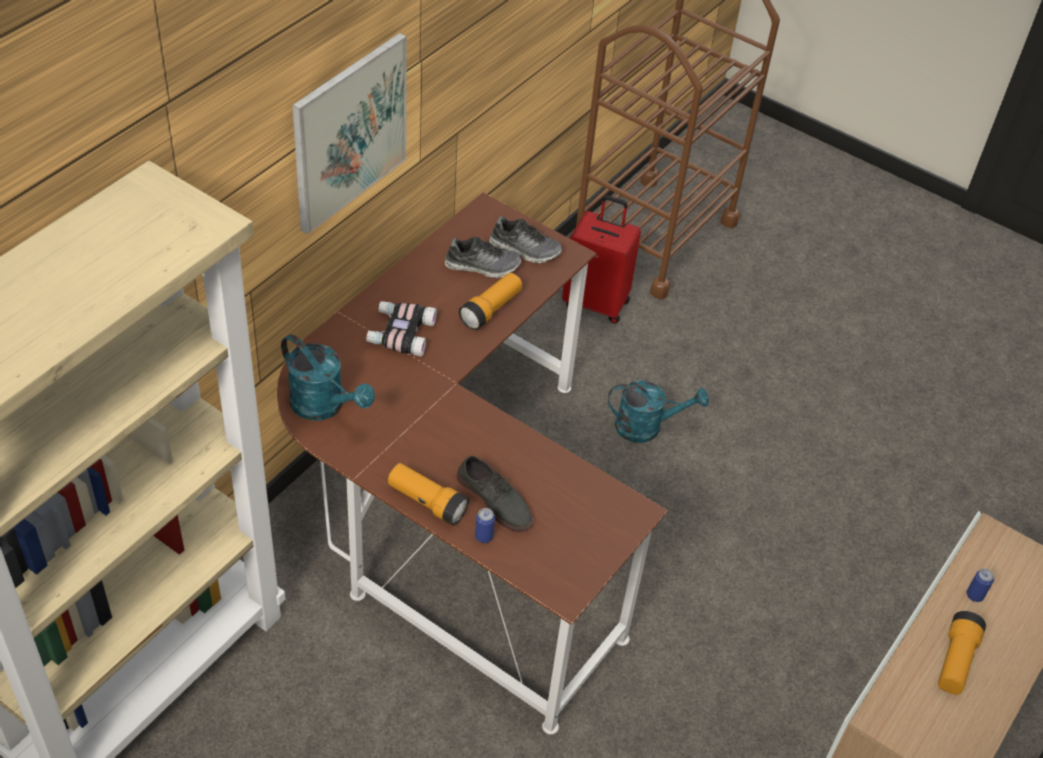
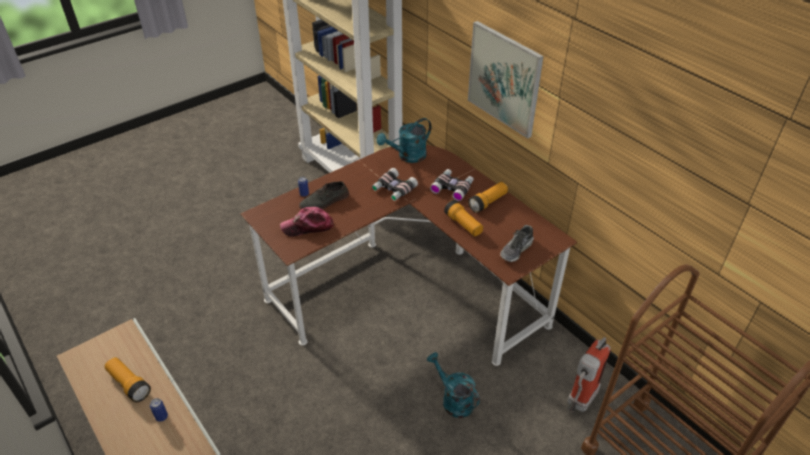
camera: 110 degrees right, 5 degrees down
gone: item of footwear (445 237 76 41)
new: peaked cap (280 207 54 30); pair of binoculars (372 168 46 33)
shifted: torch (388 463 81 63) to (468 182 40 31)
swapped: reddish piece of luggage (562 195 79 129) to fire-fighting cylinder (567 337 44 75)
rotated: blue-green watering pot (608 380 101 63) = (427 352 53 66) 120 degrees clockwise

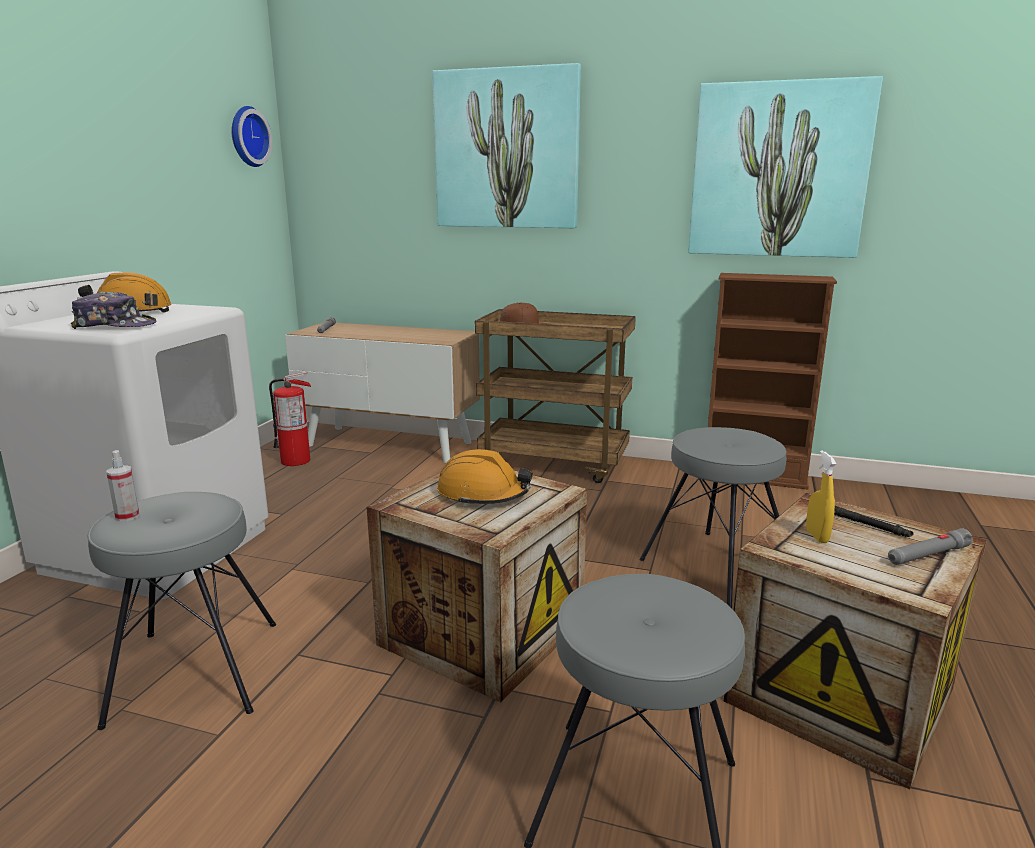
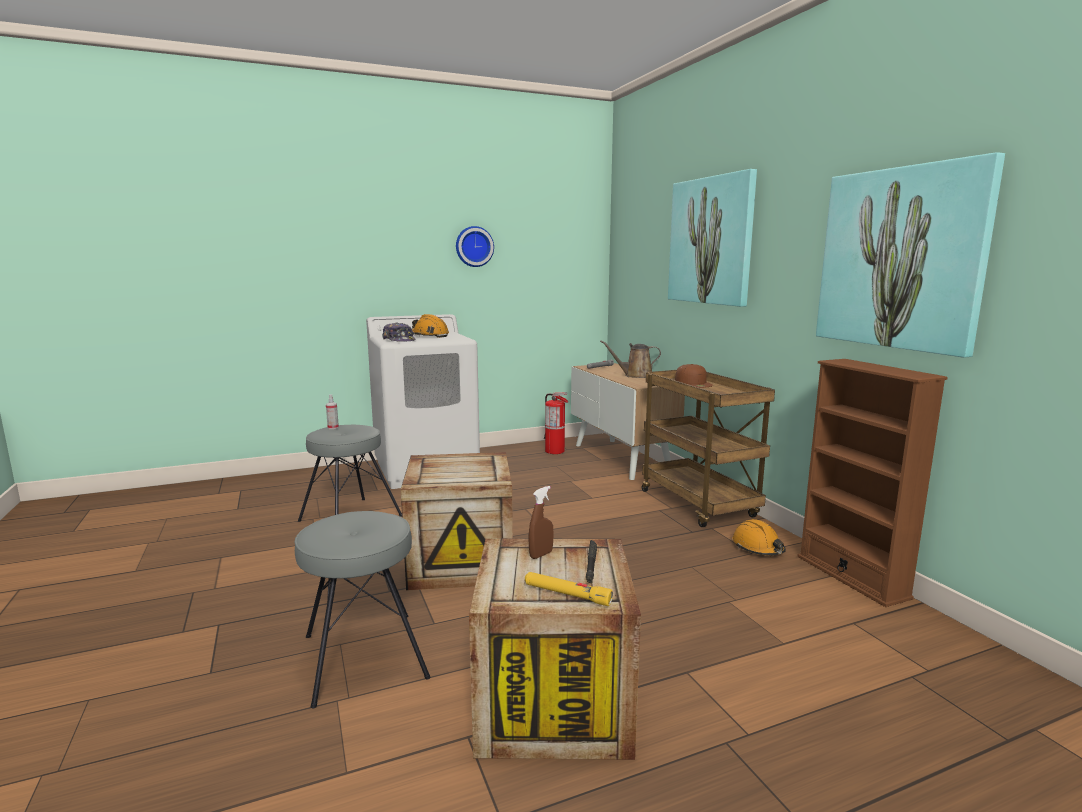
camera: 50 degrees right, 5 degrees down
gone: greyish stool seat (640 427 147 182)
new: brown-coloured watering pot (600 340 61 38)
shifted: clock on the wall (231 106 41 61) to (456 226 38 41); orange-coloured hard hat (437 449 96 57) to (732 519 54 36)
repainted: greyish torch (888 528 85 37) to yellow torch (525 572 88 34); yellow sprayer (806 451 30 92) to brown-coloured sprayer (528 486 26 73)

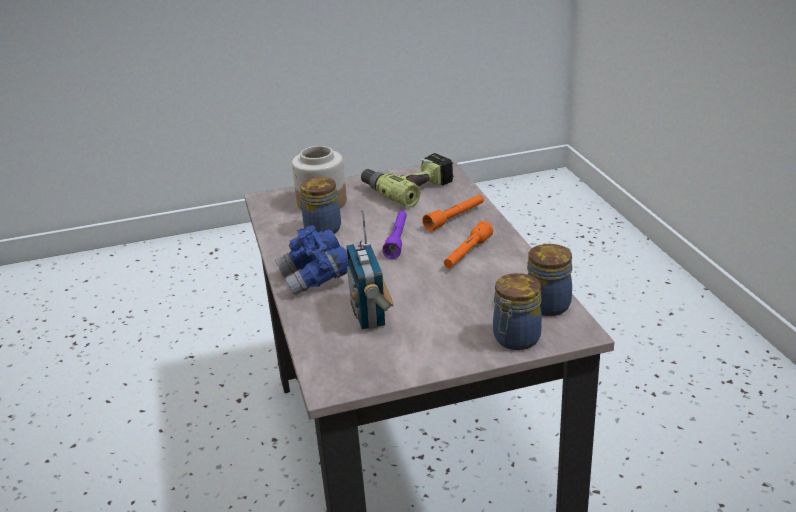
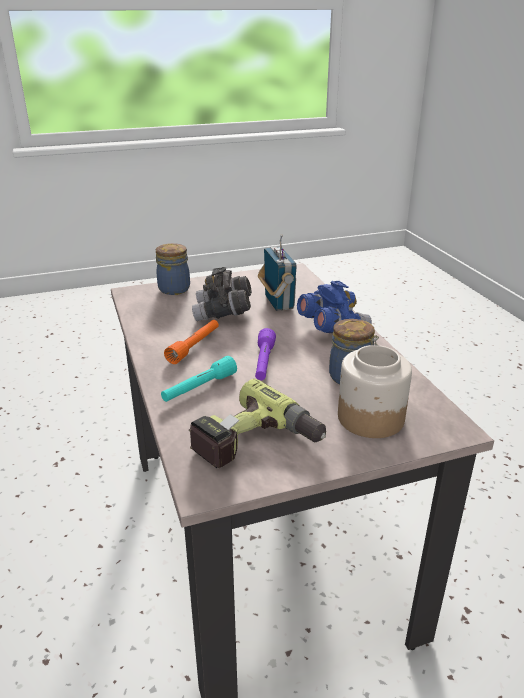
camera: 175 degrees right, 0 degrees up
gone: preserve jar (527 244 45 72)
new: greyish pair of binoculars (192 267 60 54)
repainted: orange-coloured torch (423 195 61 36) to blue-green torch (161 356 76 46)

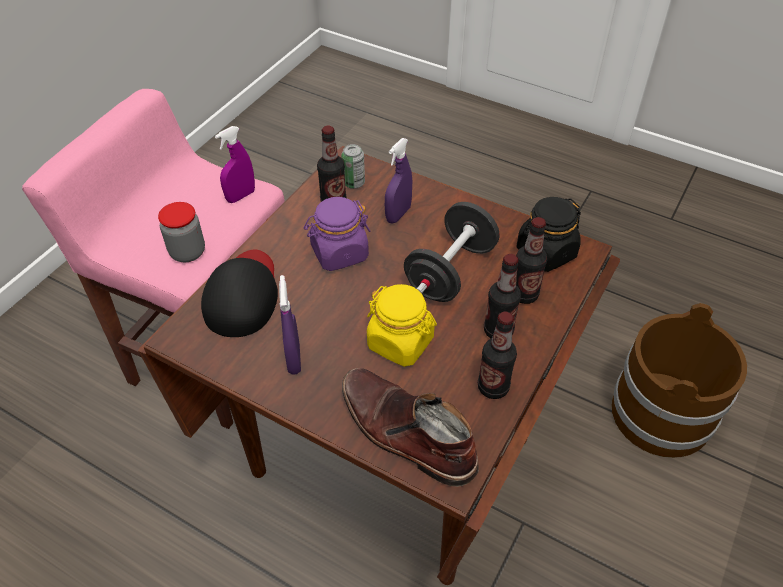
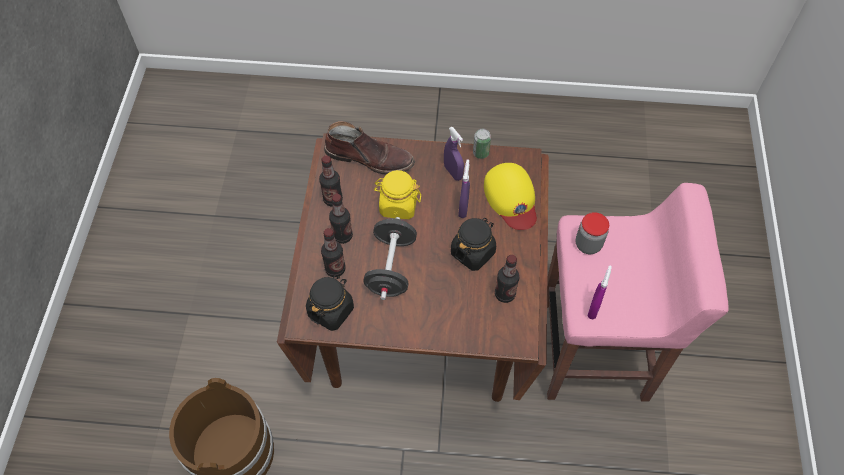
camera: 155 degrees right, 10 degrees up
shifted: purplish sprayer (385 138 27 85) to (458 159 12 59); sealed can (341 144 24 45) to (473 129 18 30)
repainted: purplish preserve jar (304 197 67 74) to black-coloured preserve jar (451 218 45 53); black-coloured peaked cap (201 250 77 87) to yellow peaked cap (484 163 53 67)

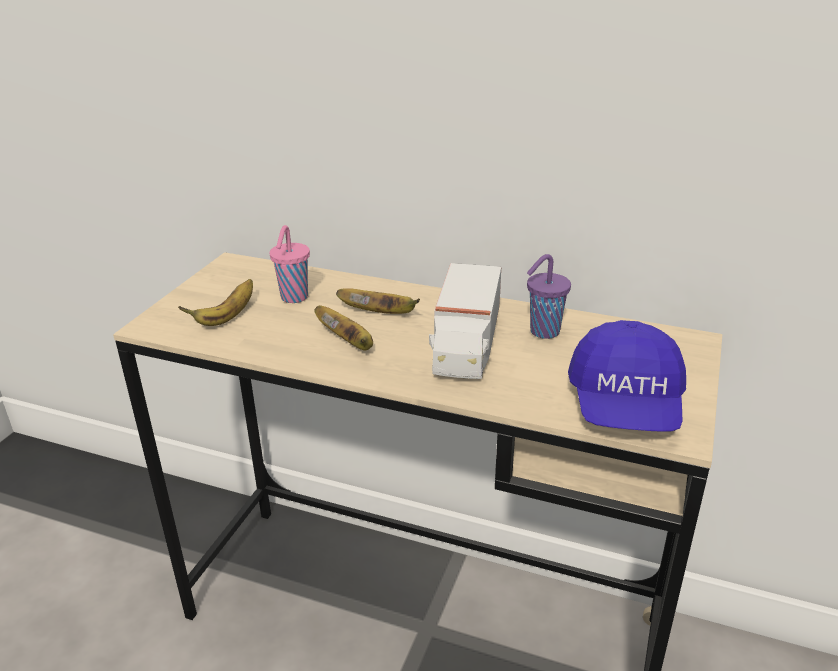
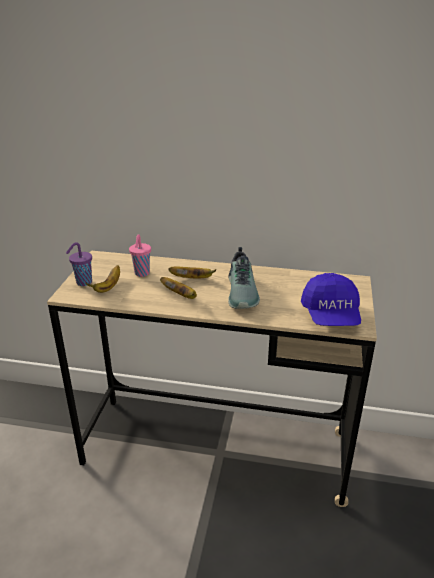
camera: 10 degrees left, 0 degrees up
shifted: purplish cup (527 254 44 85) to (66 242 26 44)
swapped: model truck (429 263 72 116) to item of footwear (228 247 32 62)

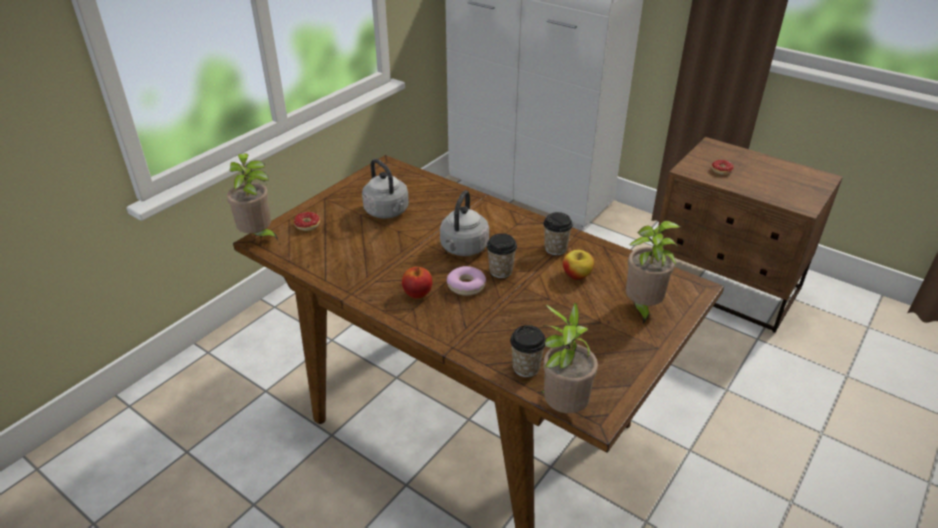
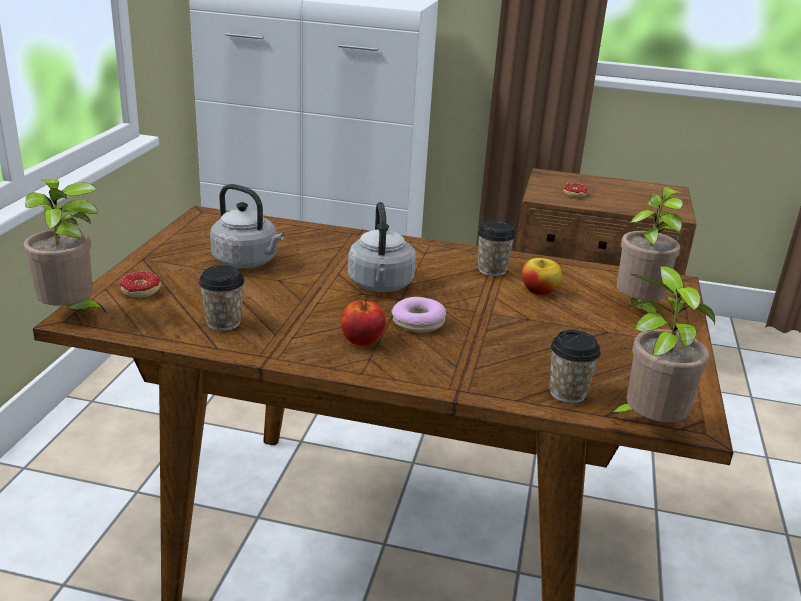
camera: 25 degrees left, 10 degrees down
shifted: cup (487 233 30 45) to (199 265 45 66)

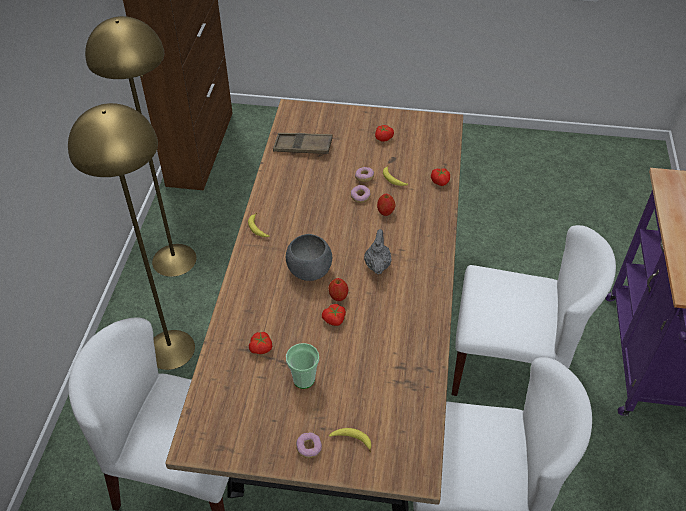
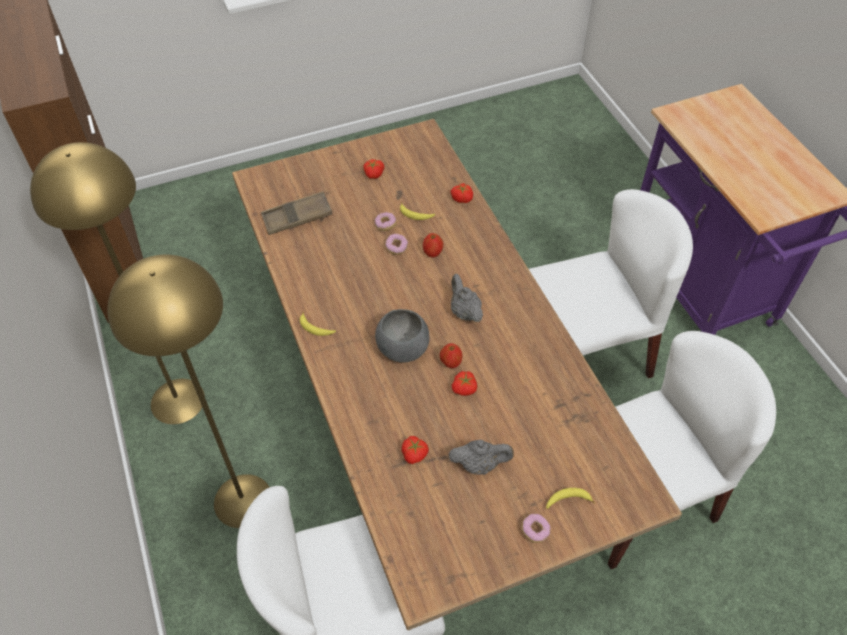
camera: 30 degrees left, 5 degrees up
swapped: cup (286 343 33 46) to greyish pot for tea (449 440 65 35)

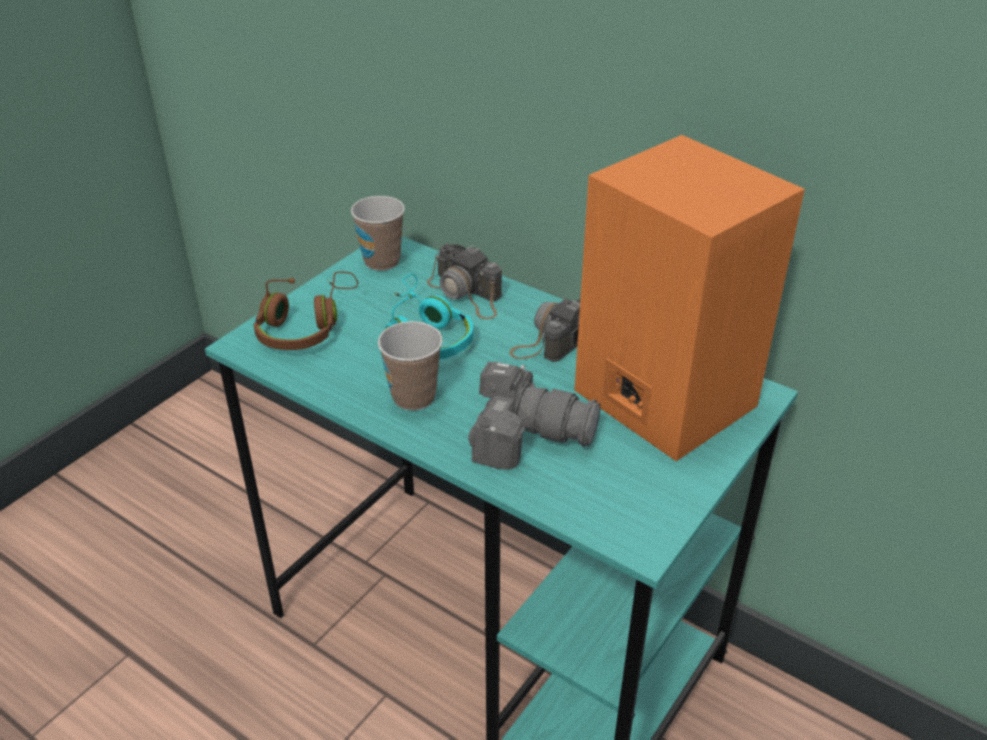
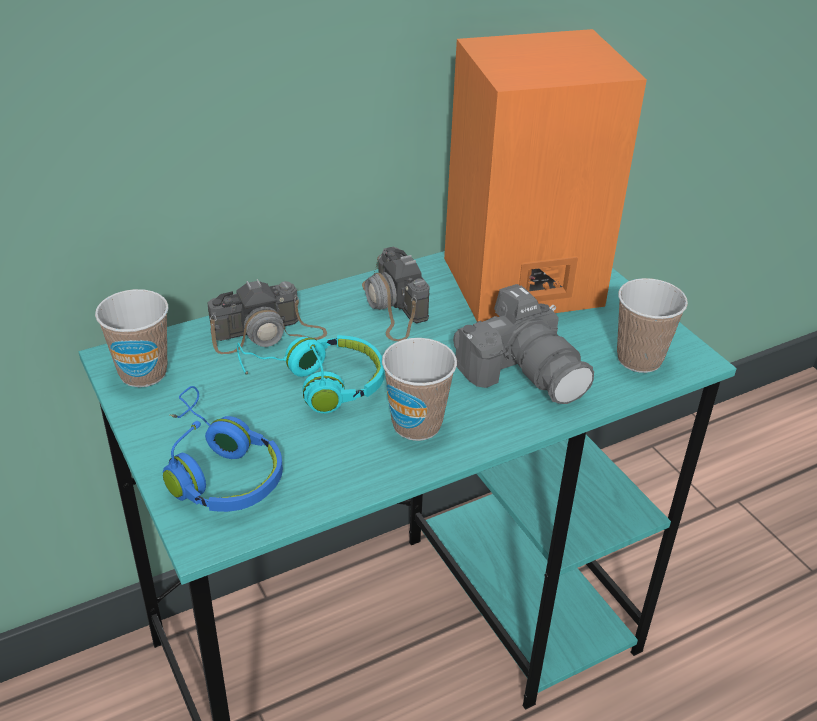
camera: 65 degrees left, 0 degrees up
new: cup (617 278 71 95)
repainted: brown-coloured headset (253 271 105 79) to blue-coloured headset (163 386 120 126)
rotated: still camera (468 362 133 108) = (453 284 141 120) 105 degrees clockwise

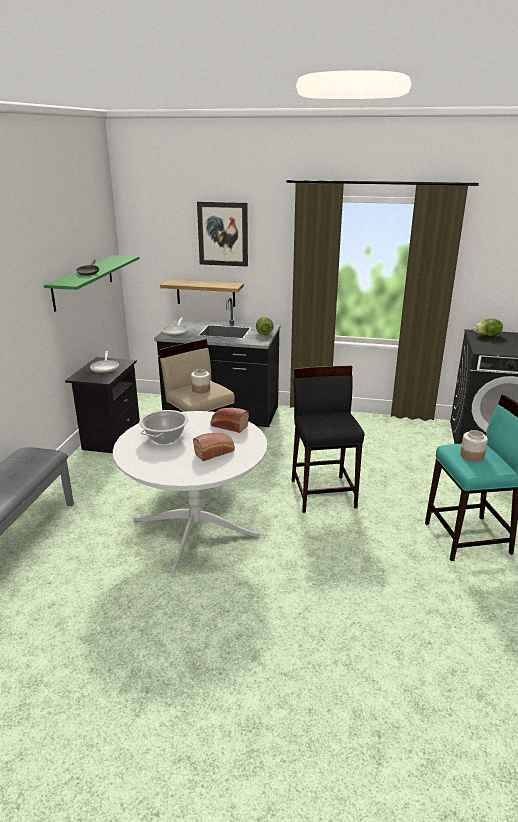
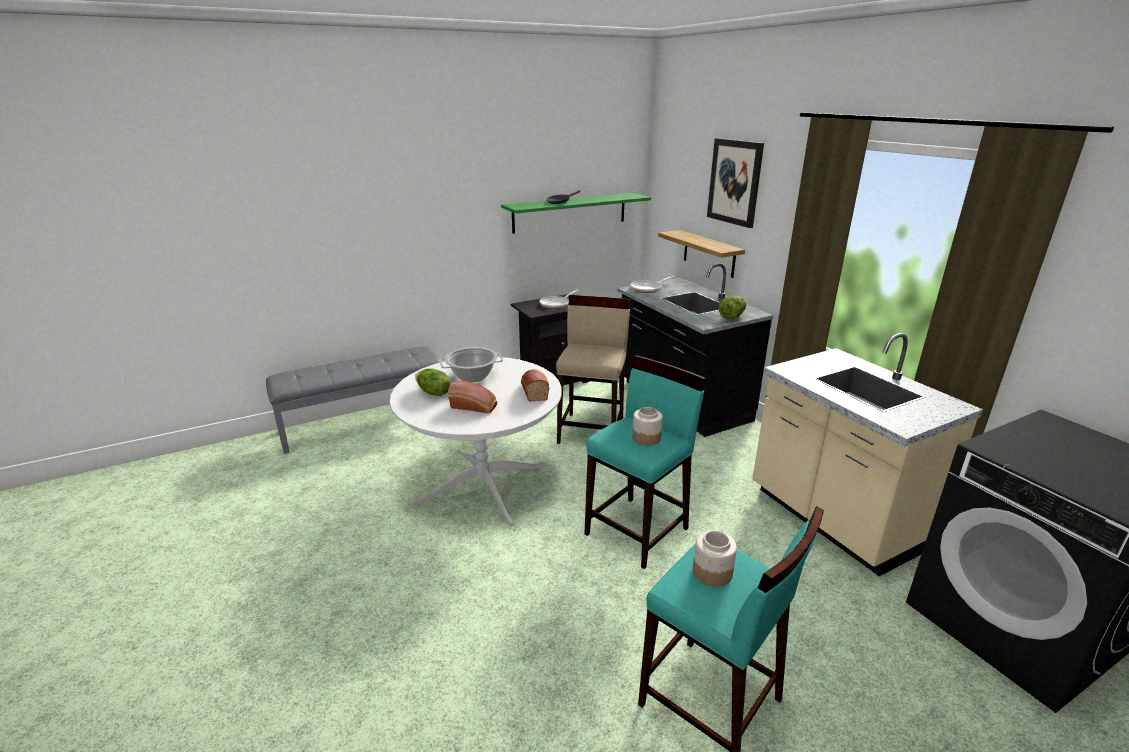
camera: 50 degrees right, 0 degrees up
new: beige counter (752 333 231 243)
shifted: head of lettuce (473 318 30 18) to (415 368 36 28); preserve jar (191 369 19 24) to (632 407 31 39)
repainted: black-coloured stool seat (292 366 72 147) to blue-green stool seat (585 355 121 214)

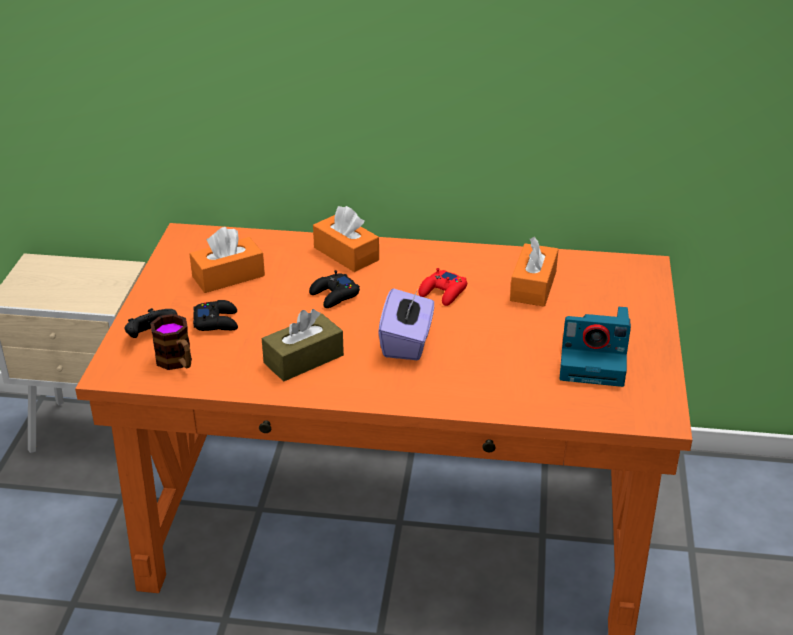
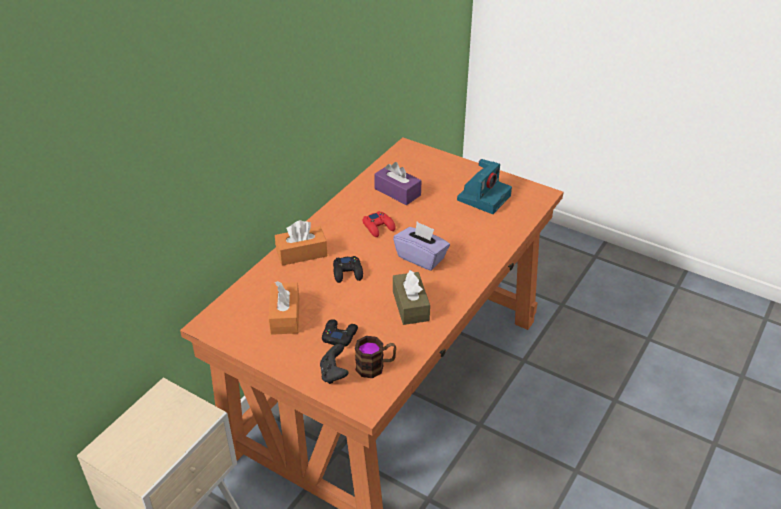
camera: 65 degrees left, 5 degrees up
repainted: orange-coloured box of tissues (510 237 48 69) to purplish box of tissues (374 162 47 43)

